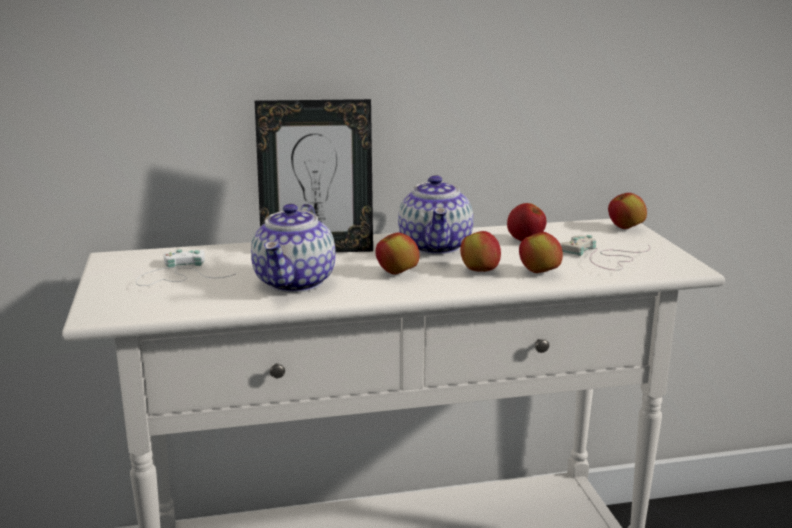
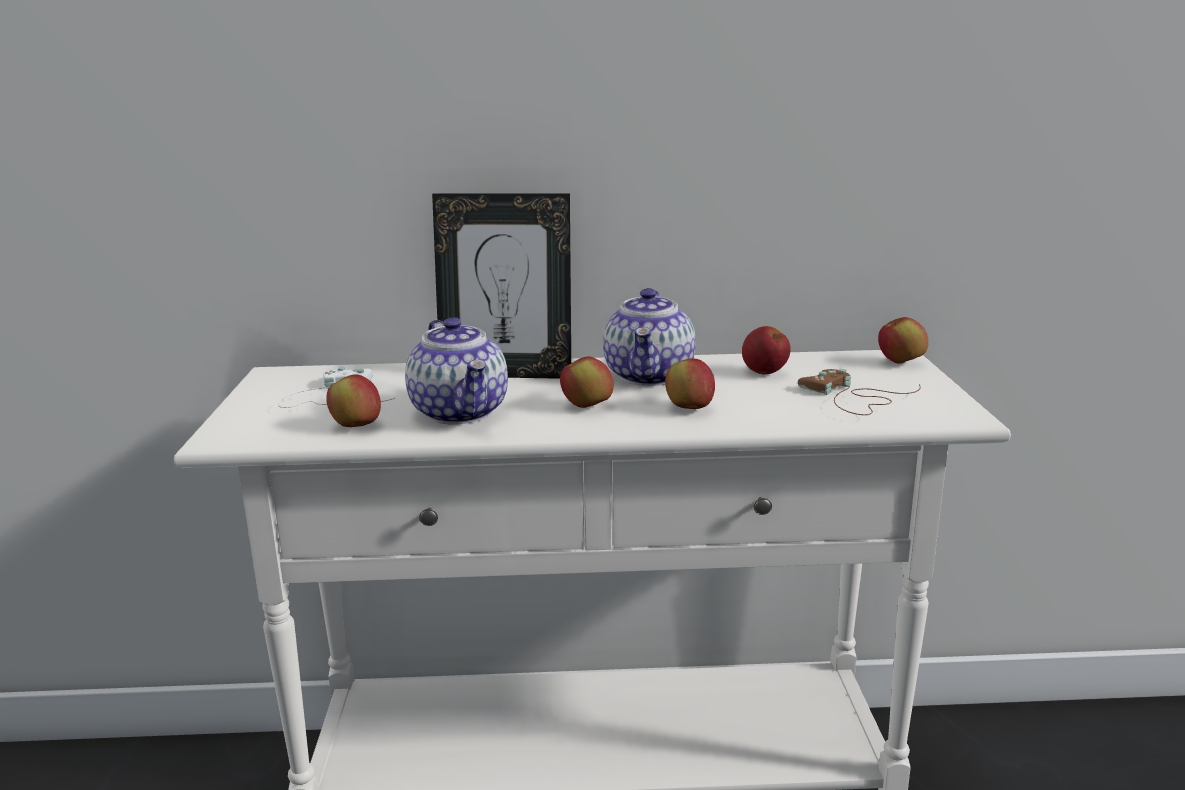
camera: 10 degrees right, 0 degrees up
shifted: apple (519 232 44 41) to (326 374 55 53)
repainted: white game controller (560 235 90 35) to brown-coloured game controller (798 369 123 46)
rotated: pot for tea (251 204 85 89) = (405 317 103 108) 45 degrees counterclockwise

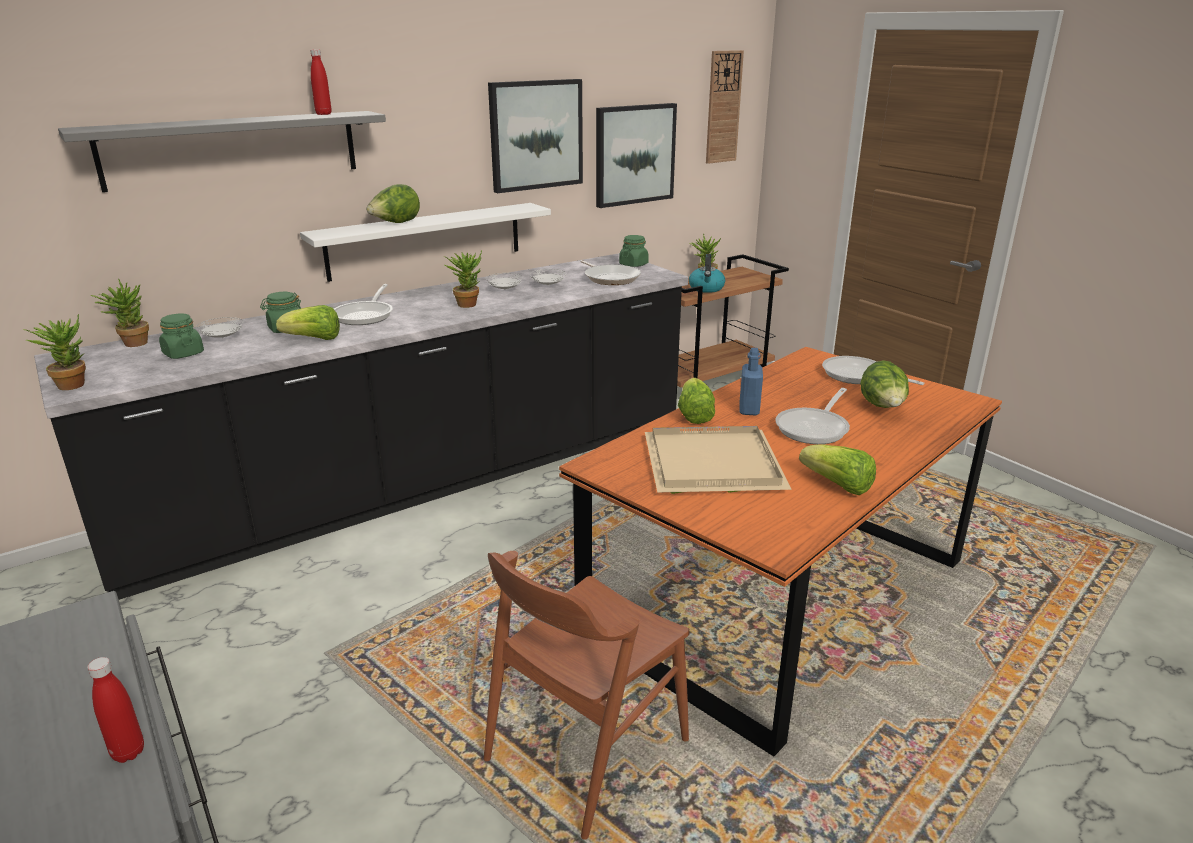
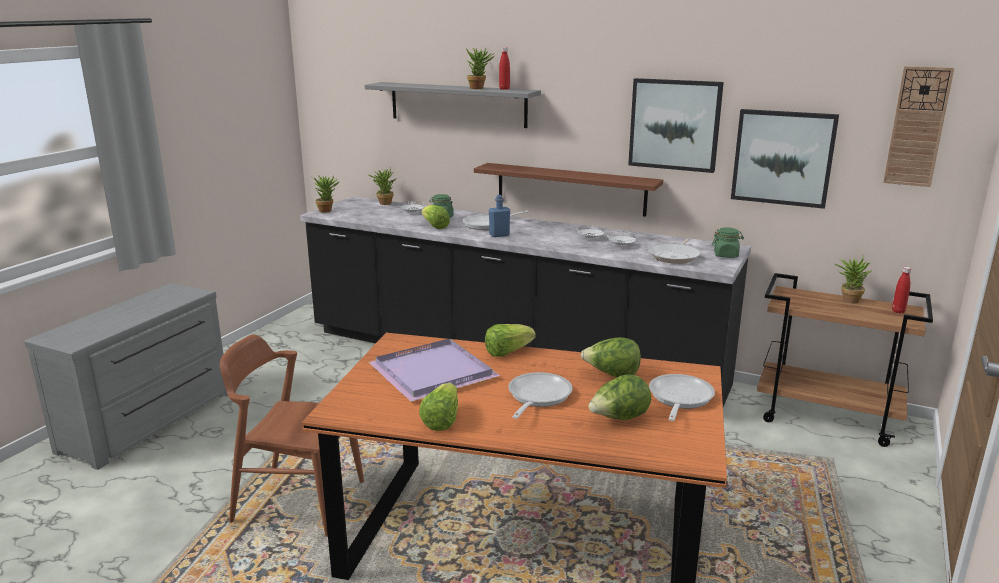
camera: 60 degrees right, 5 degrees down
gone: green preserve jar (159 314 45 45); tea kettle (689 254 36 39)
shifted: potted plant (444 250 38 58) to (466 48 28 41); blue-coloured bottle (739 348 24 68) to (489 195 21 42); head of lettuce (366 184 54 39) to (581 337 60 40); reddish bottle (87 657 57 106) to (892 267 19 47)
repainted: beige carrying tray (645 426 147 68) to purplish carrying tray (368 339 132 63); white shelf (300 203 251 79) to brown-coloured shelf (474 163 189 54)
rotated: pan (775 388 75 56) = (508 372 65 47) 105 degrees clockwise

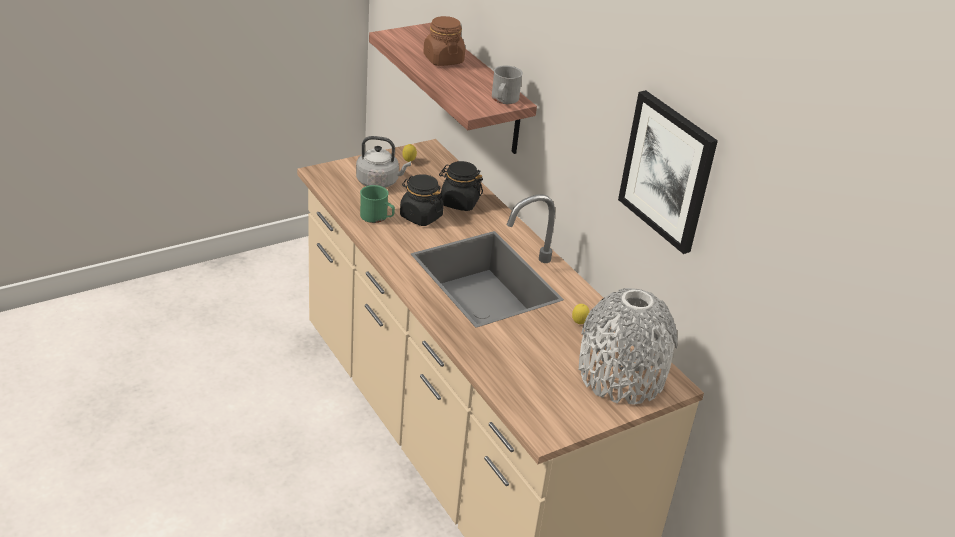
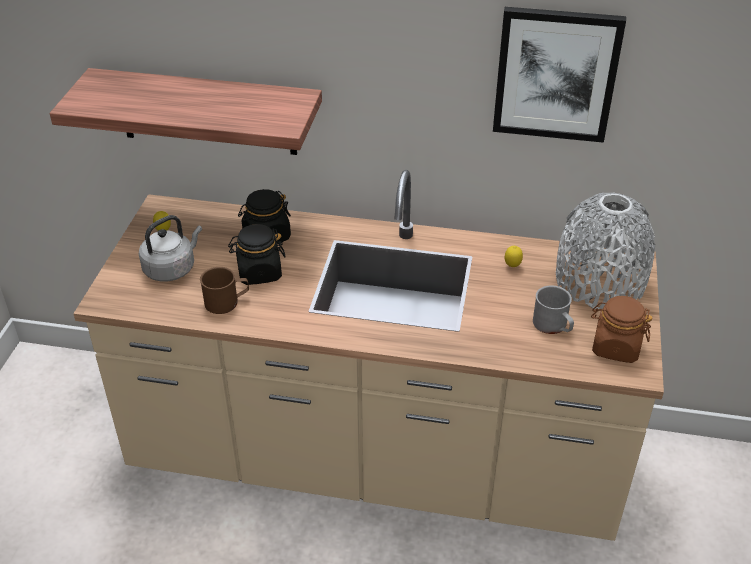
camera: 45 degrees left, 5 degrees up
shifted: greyish coffee mug (492 66 31 38) to (533 285 41 49); brown-coloured preserve jar (423 16 42 50) to (591 296 62 67)
repainted: green coffee mug (360 185 35 38) to brown-coloured coffee mug (200 267 49 47)

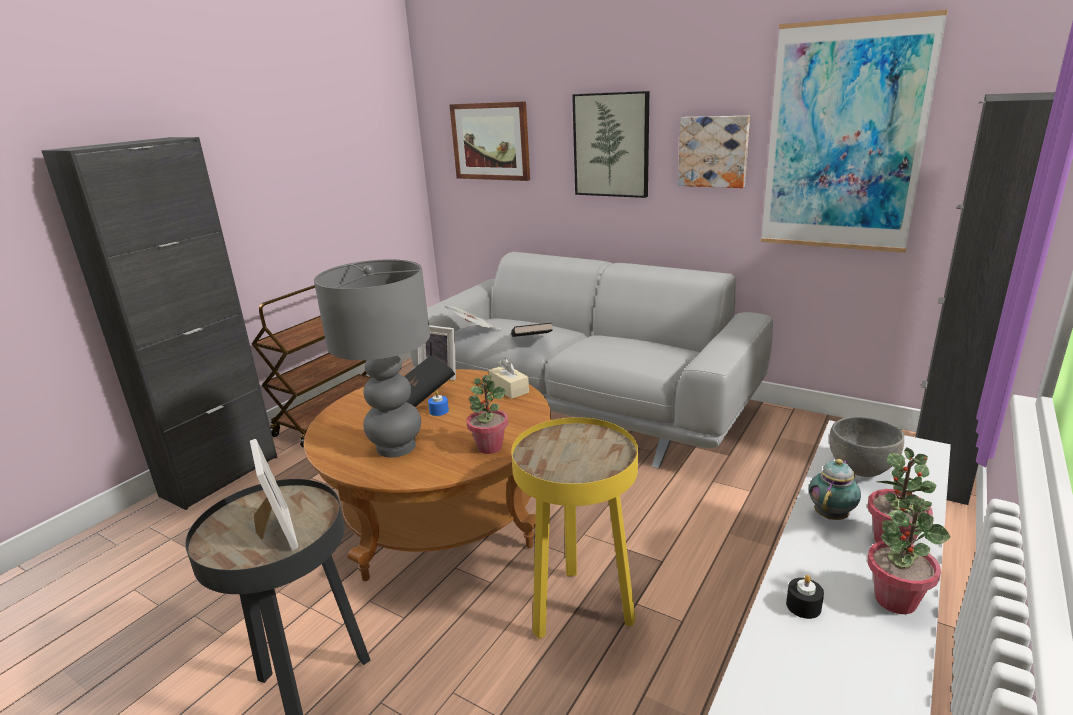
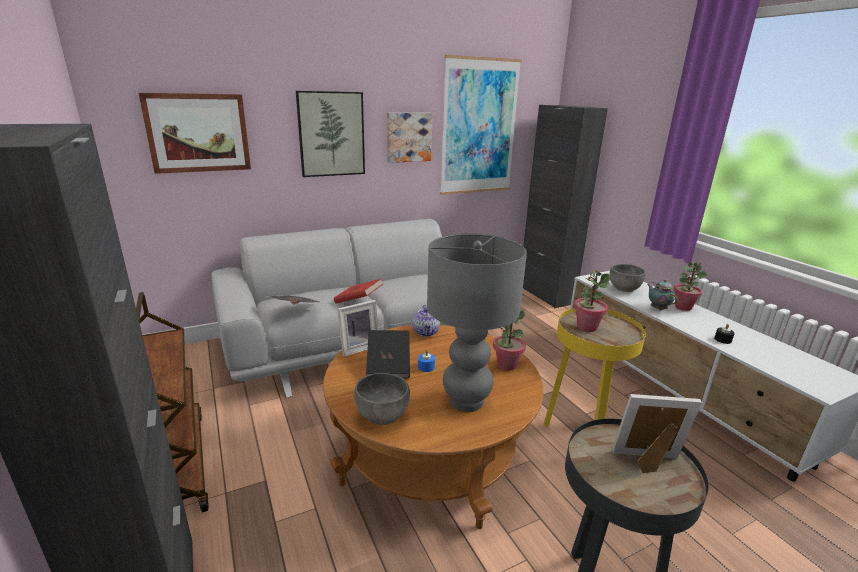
camera: 60 degrees left, 0 degrees up
new: greyish bowl (354 373 56 52)
shifted: potted plant (867 499 83 115) to (574 270 36 62)
swapped: beige box of tissues (489 358 40 41) to pot for tea (412 305 28 32)
repainted: black-coloured volume (511 323 42 14) to reddish volume (334 279 49 25)

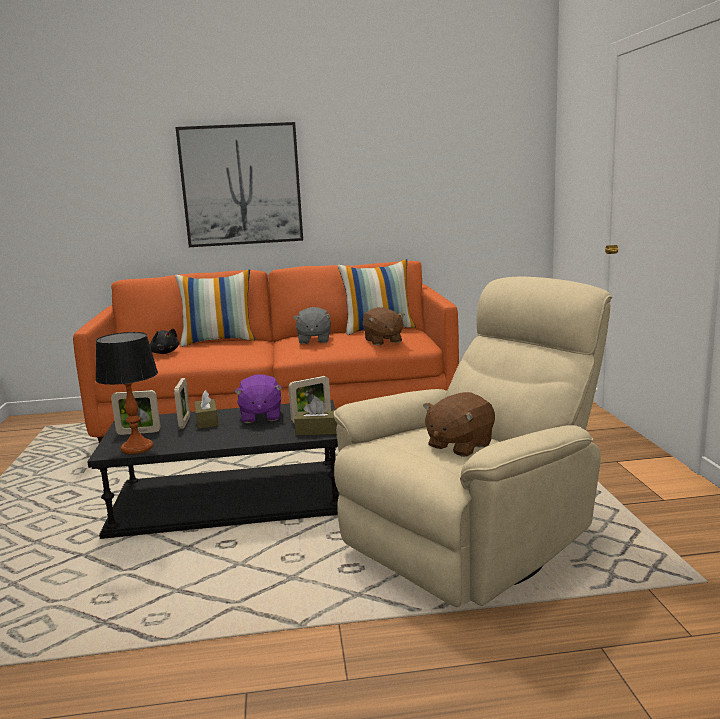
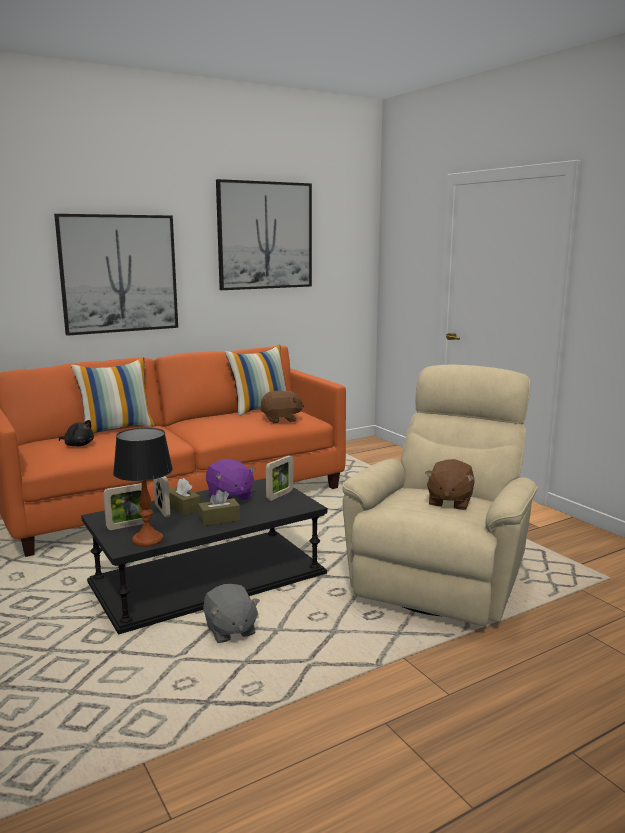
camera: 25 degrees left, 0 degrees up
new: picture (216 179 96 111)
shifted: brown-coloured box of tissues (294 398 43 38) to (198 490 42 36); greyish soft toy (293 307 38 37) to (203 584 57 59)
rotated: brown-coloured soft toy (363 307 42 38) = (260 391 44 32) 60 degrees counterclockwise

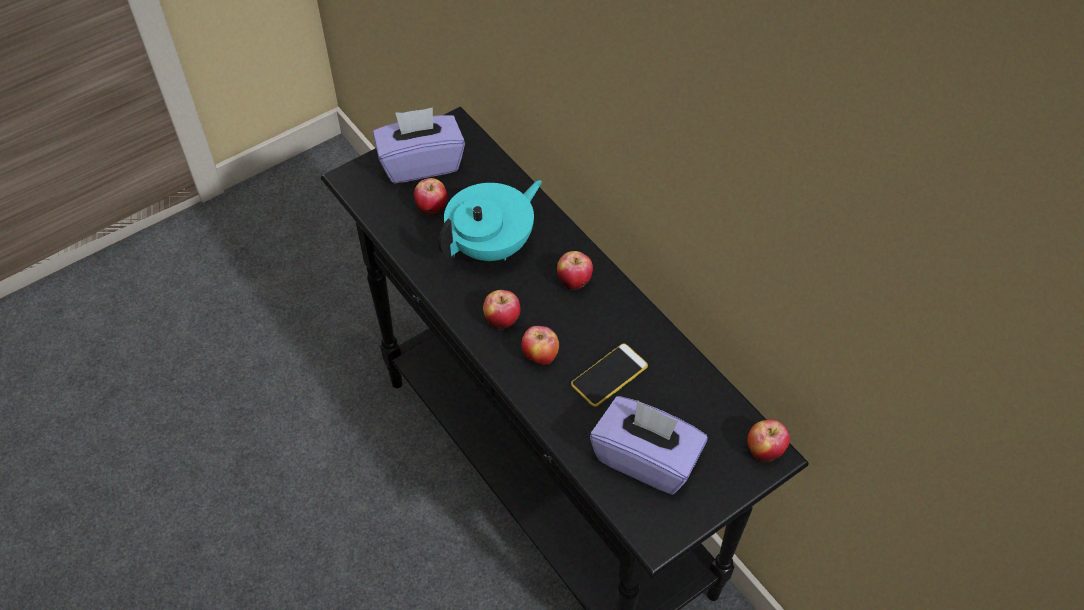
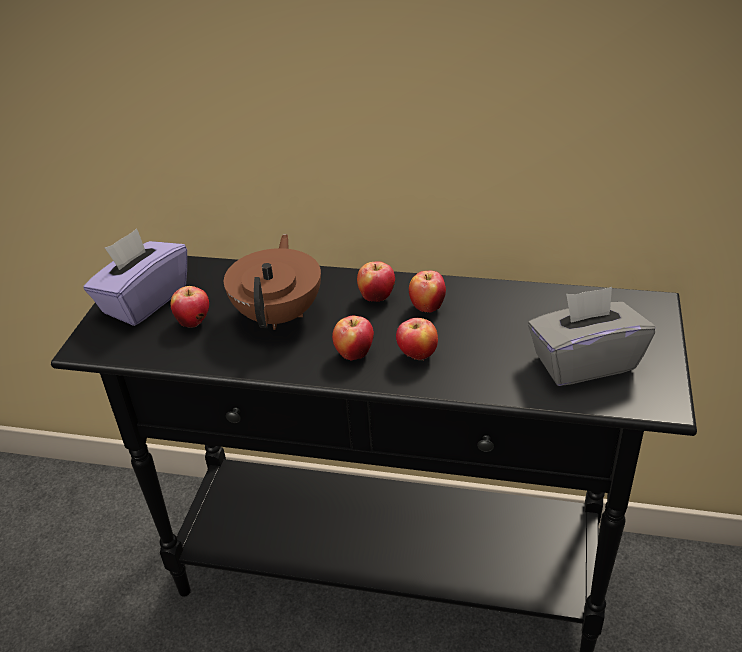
camera: 40 degrees left, 15 degrees down
gone: telephone (571 343 77 64)
shifted: apple (747 419 43 43) to (409 271 37 42)
repainted: blue-green pot for tea (438 180 104 81) to brown-coloured pot for tea (224 234 97 96); purplish box of tissues (590 396 118 99) to greyish box of tissues (528 287 127 99)

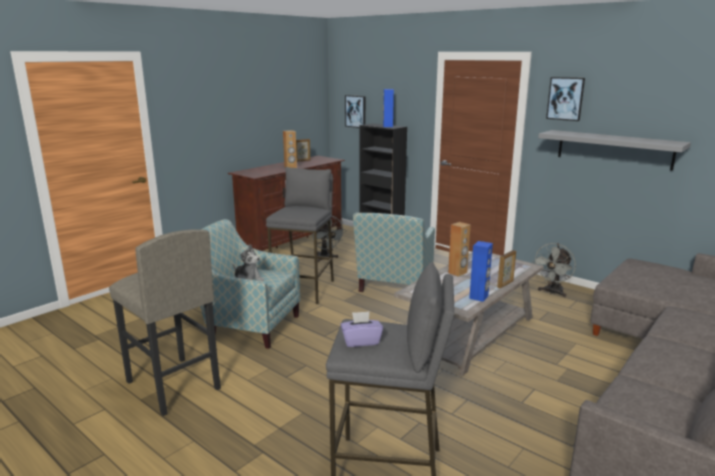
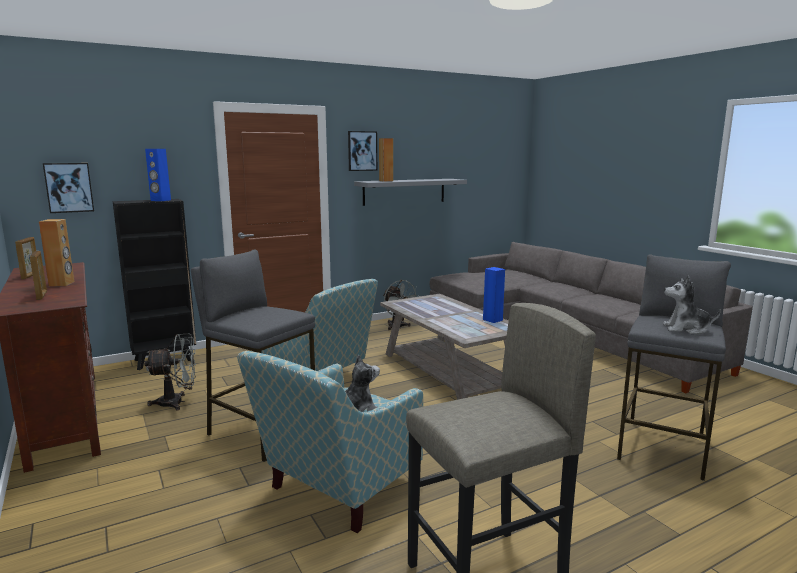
camera: 70 degrees left, 5 degrees down
shifted: photo frame (497 250 19 38) to (30 251 17 49); brown-coloured audio speaker (448 222 23 55) to (379 138 14 44)
swapped: purplish box of tissues (340 311 43 36) to soft toy (663 275 58 59)

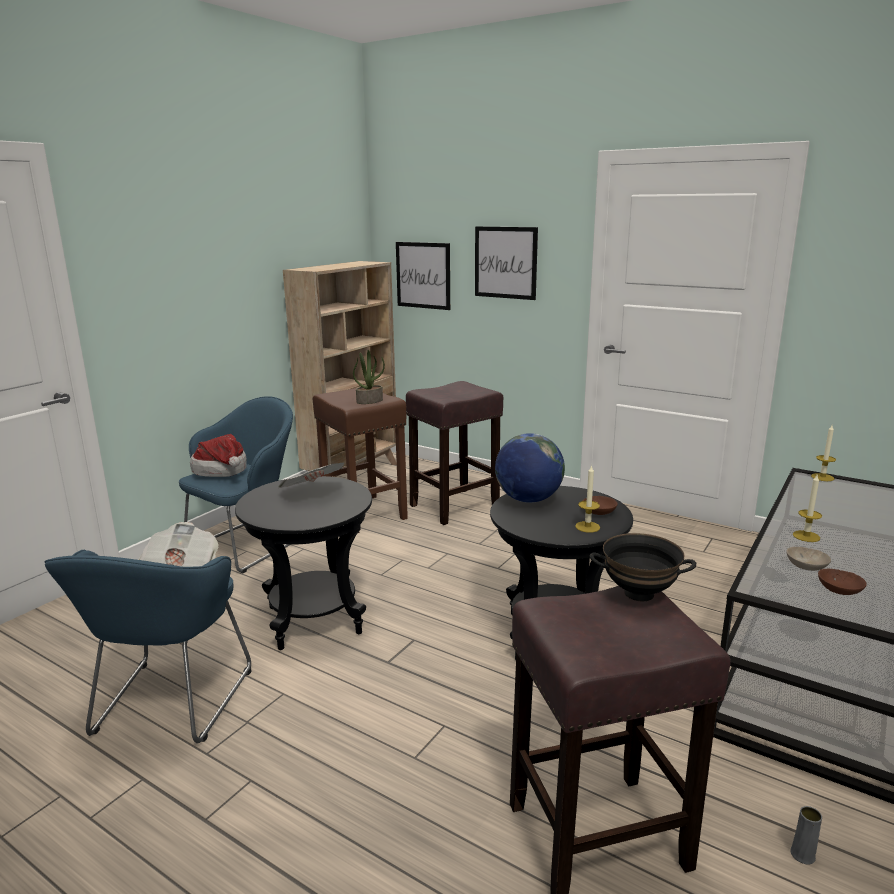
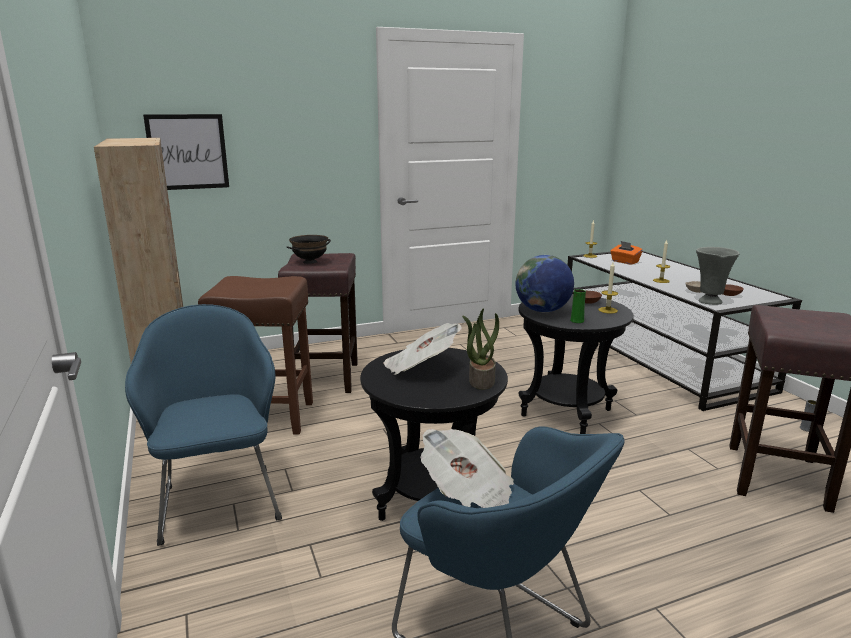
camera: 55 degrees left, 0 degrees up
gone: clothing hat (190 434 57 43); picture (475 226 63 74)
new: green decorative vase (570 289 16 34); orange-coloured box of tissues (610 241 33 24); greyish decorative vase (696 247 43 58)
shifted: black-coloured bowl (589 533 107 68) to (287 235 44 29); potted plant (353 350 32 54) to (462 308 37 82)

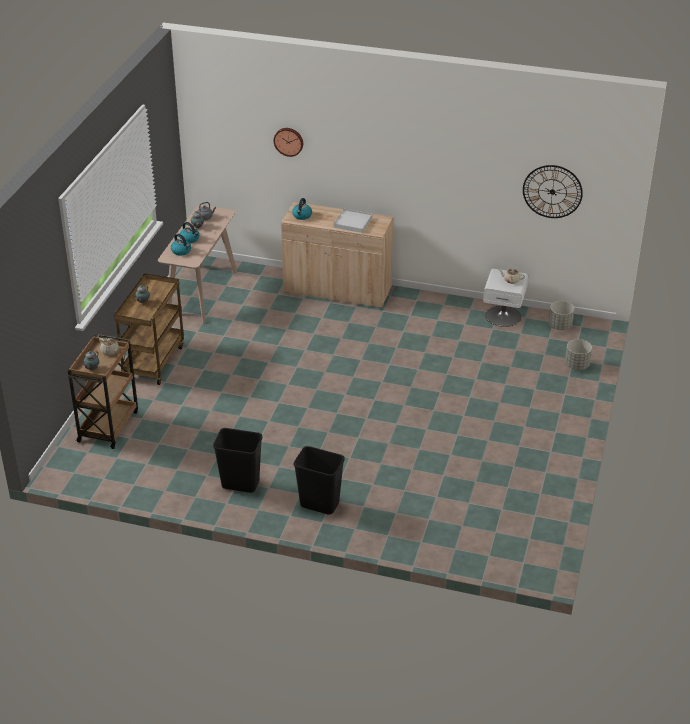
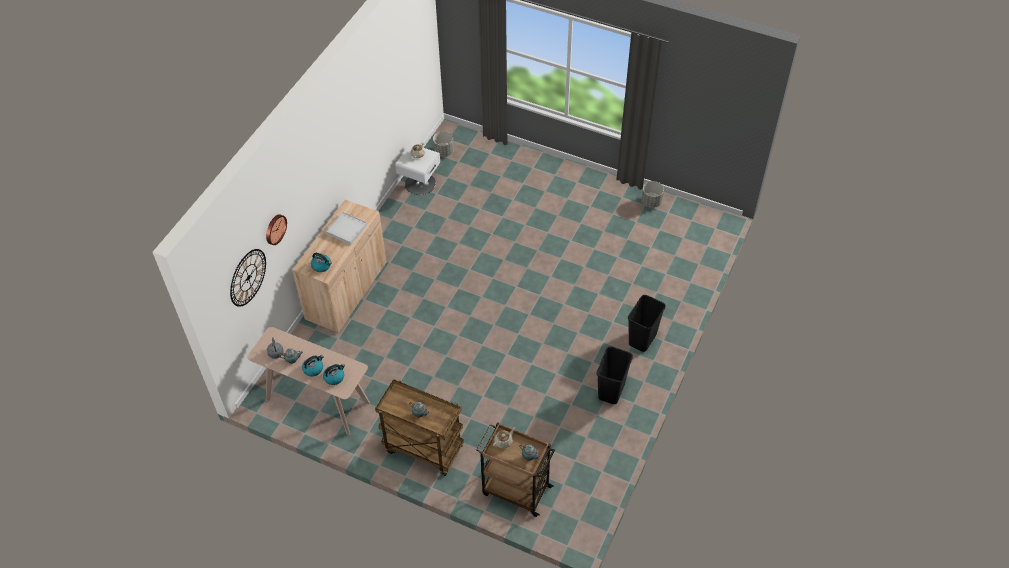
camera: 80 degrees left, 15 degrees up
shifted: clock on the wall (523 165 60 53) to (230 249 36 58); greyish plant pot (565 339 27 31) to (642 181 22 27)

